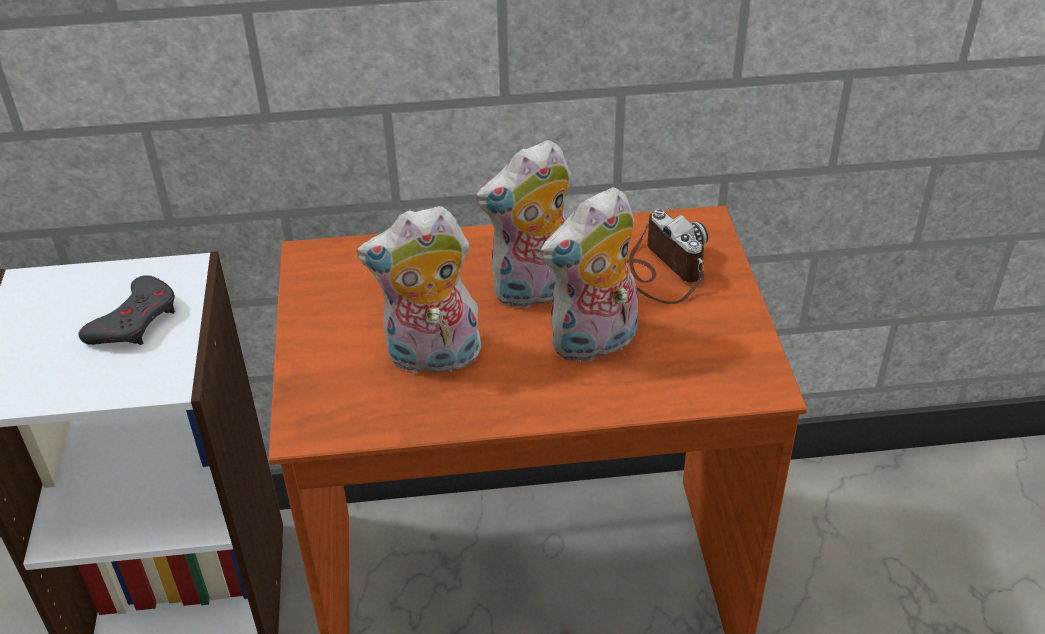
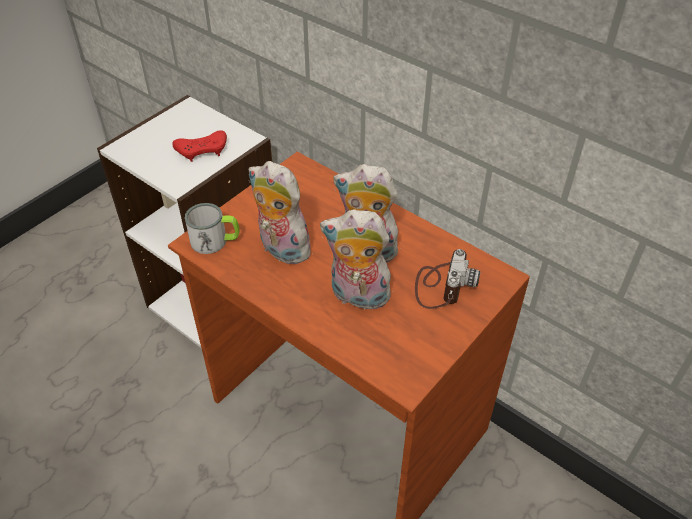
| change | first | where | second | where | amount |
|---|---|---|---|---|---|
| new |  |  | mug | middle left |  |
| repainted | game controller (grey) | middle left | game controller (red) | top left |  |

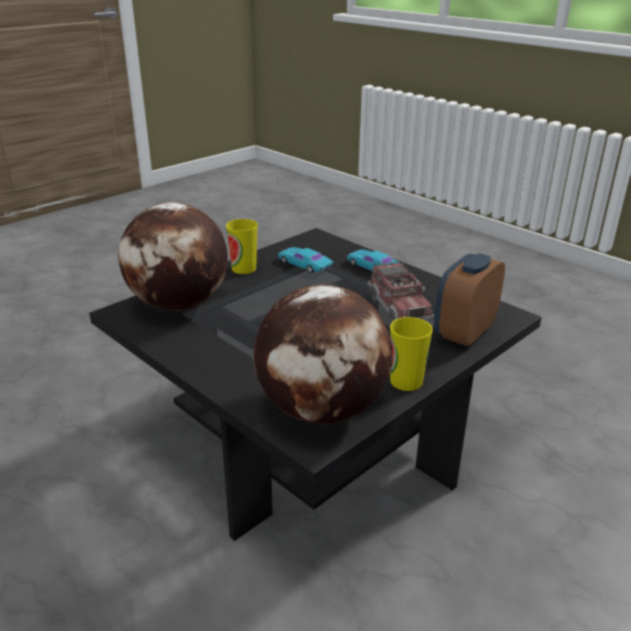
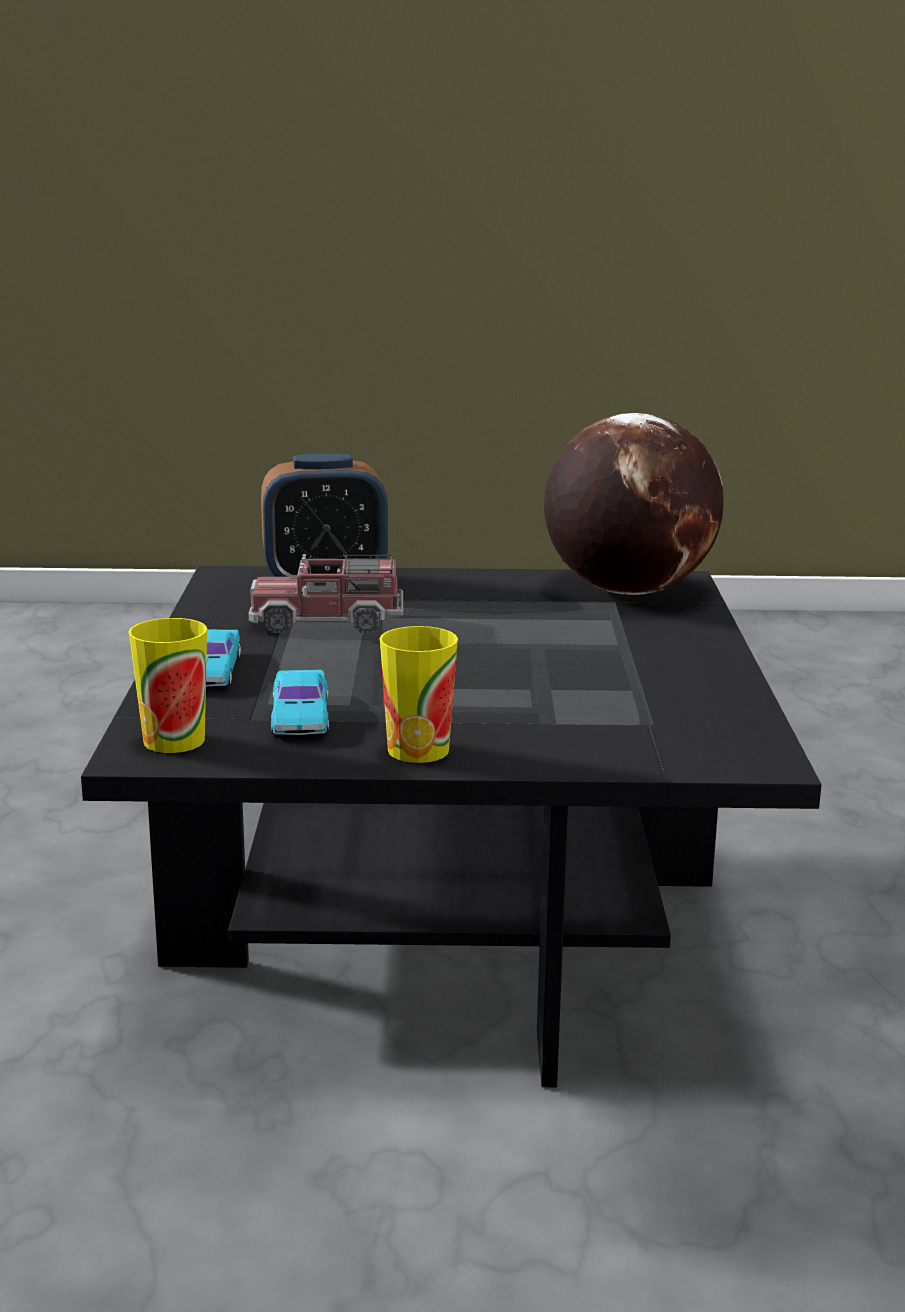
| change | first | where | second | where | amount |
|---|---|---|---|---|---|
| gone | globe (no. 1 from left) | middle left |  |  |  |
| shifted | cup (no. 2 from left in the first image) | centre | cup (no. 1 from left) | middle left |  |
| rotated | toy truck | centre |  | centre | 120 degrees counterclockwise |

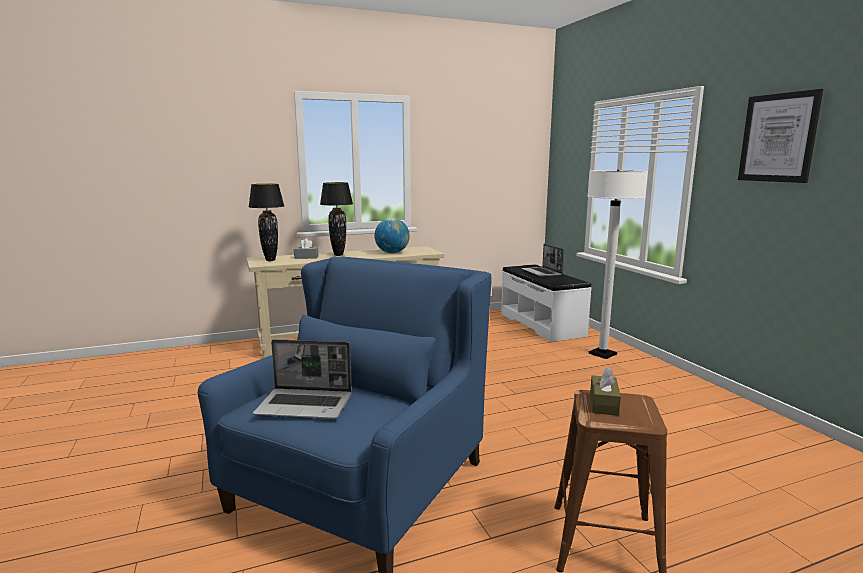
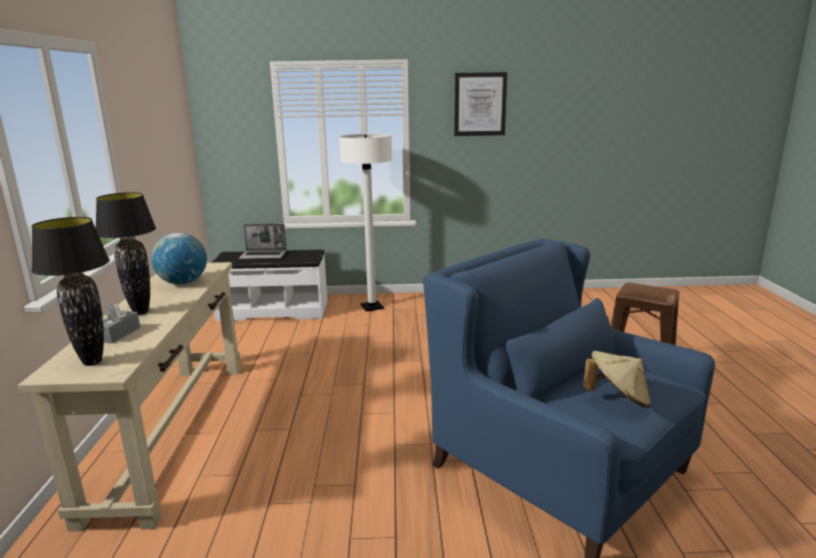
| change | first | where | second | where | amount |
|---|---|---|---|---|---|
| gone | tissue box (brown) | bottom right |  |  |  |
| swapped | laptop (no. 1 from left) | centre | hat (beige) | bottom right |  |

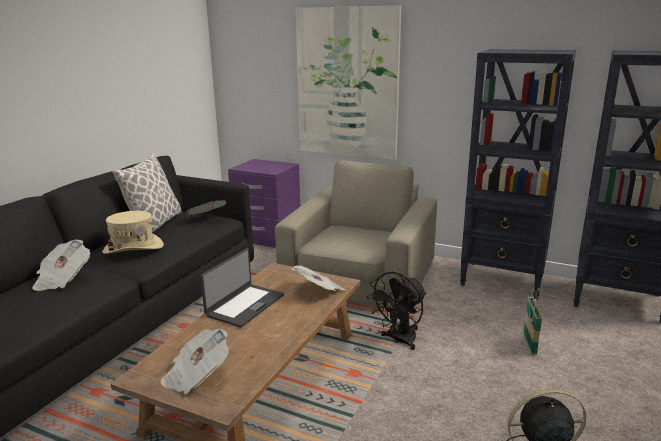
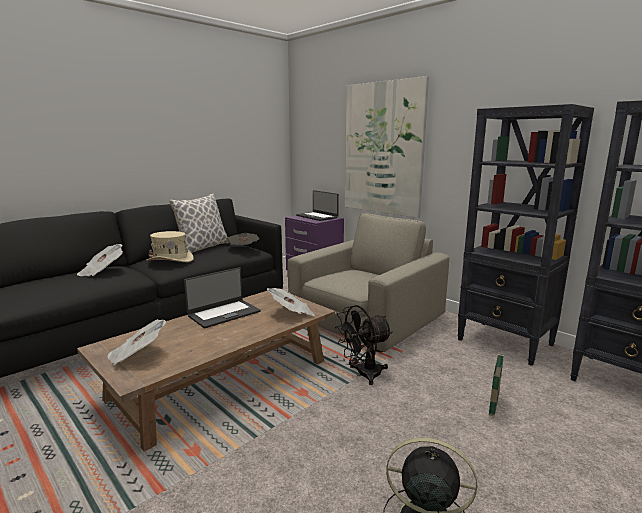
| change | first | where | second | where | amount |
|---|---|---|---|---|---|
| new |  |  | laptop (no. 2 from left) | centre |  |

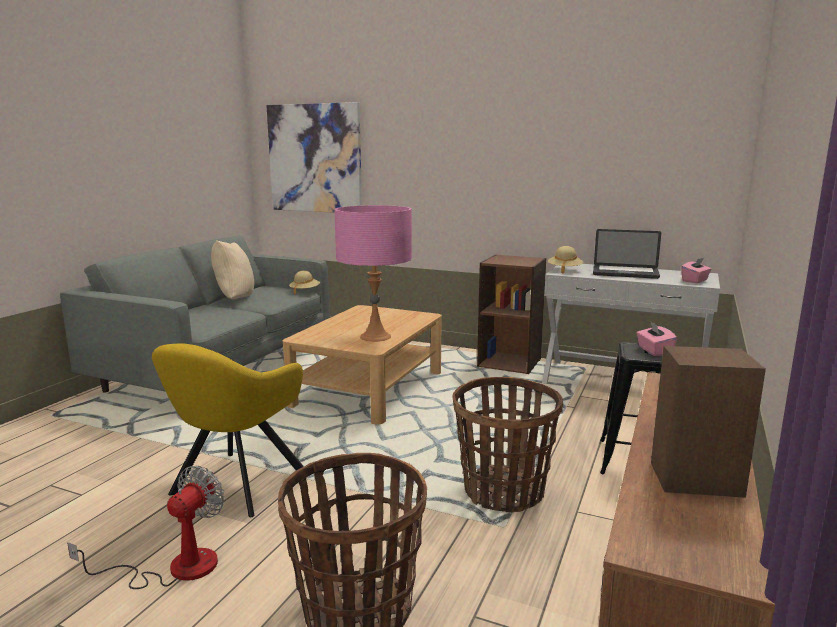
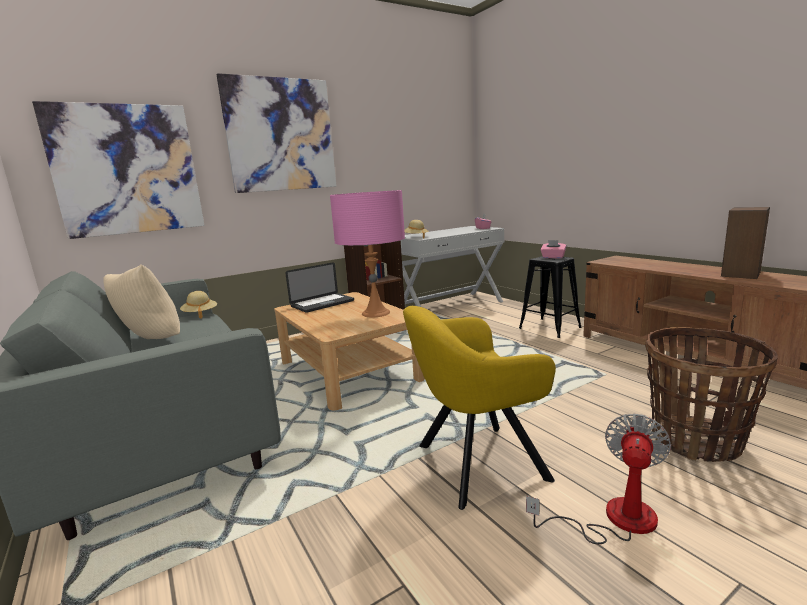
| change | first | where | second | where | amount |
|---|---|---|---|---|---|
| gone | basket (no. 2 from left) | bottom centre |  |  |  |
| new |  |  | picture (no. 2 from left) | top centre |  |
| shifted | laptop | middle right |  | centre |  |
| rotated | fan | bottom left |  | bottom right | 60 degrees clockwise |
| rotated | armchair (yellow) | bottom left |  | bottom centre | 105 degrees clockwise |

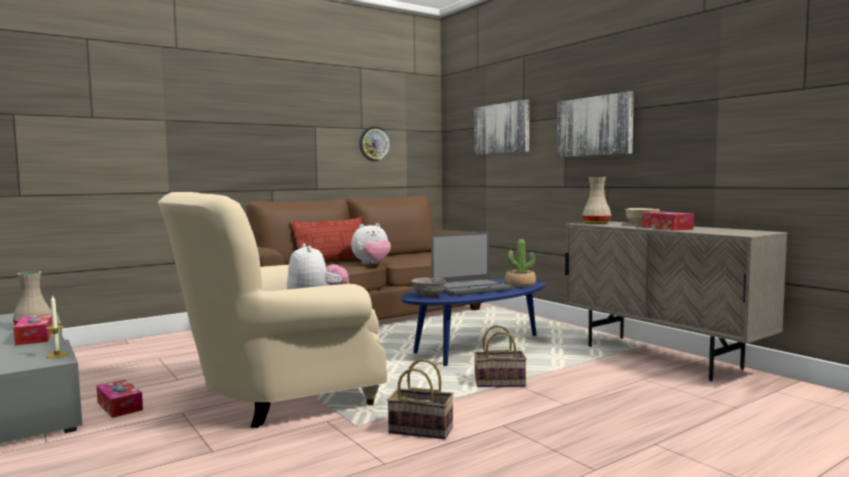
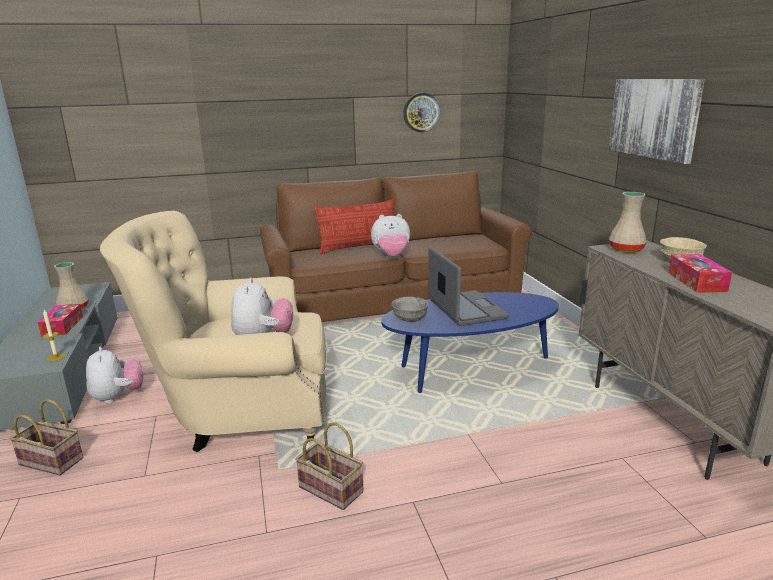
| change | first | where | second | where | amount |
|---|---|---|---|---|---|
| gone | picture (no. 1 from left) | top centre |  |  |  |
| gone | potted plant | centre |  |  |  |
| shifted | basket (no. 2 from left in the first image) | bottom centre | basket (no. 1 from left) | bottom left |  |
| swapped | tissue box (no. 2 from left) | bottom left | plush toy (no. 1 from left) | middle left |  |
| rotated | laptop | centre |  | centre | 105 degrees counterclockwise |

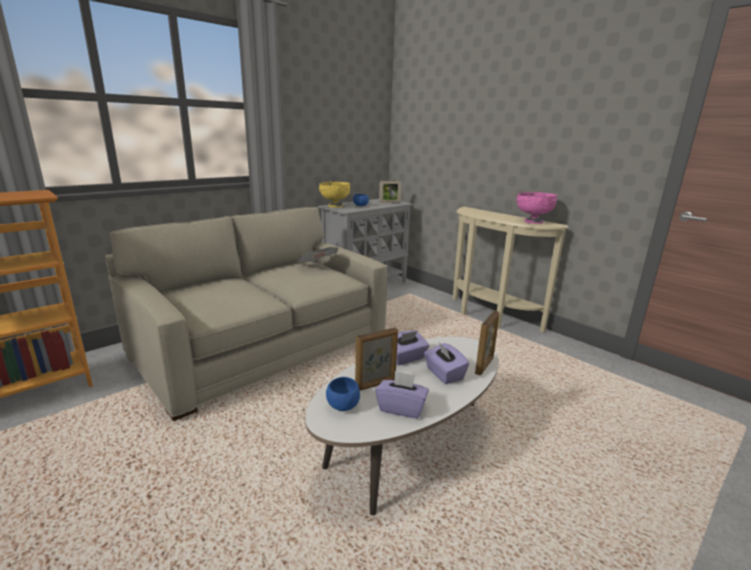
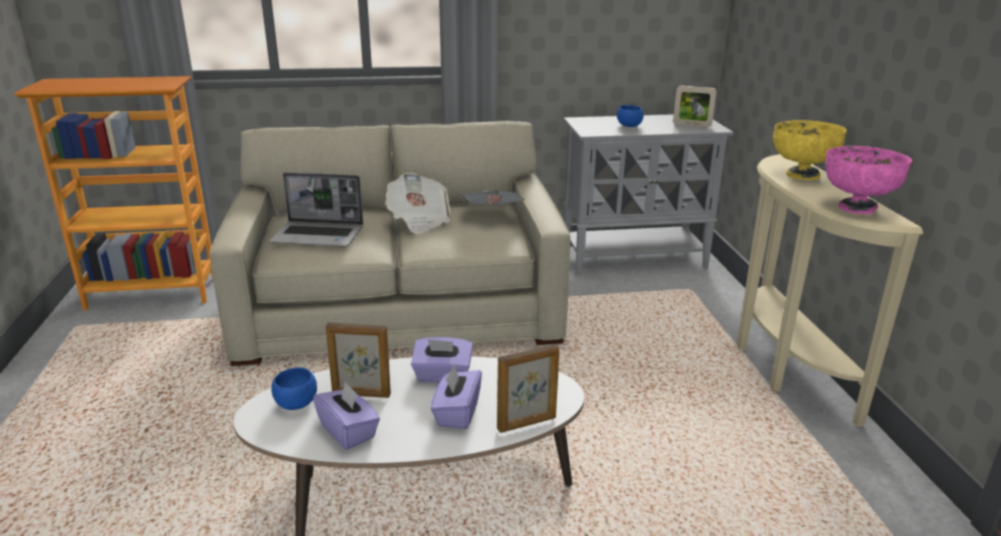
| change | first | where | second | where | amount |
|---|---|---|---|---|---|
| new |  |  | laptop | middle left |  |
| new |  |  | newspaper (no. 1 from left) | centre |  |
| shifted | bowl (yellow) | centre |  | top right |  |

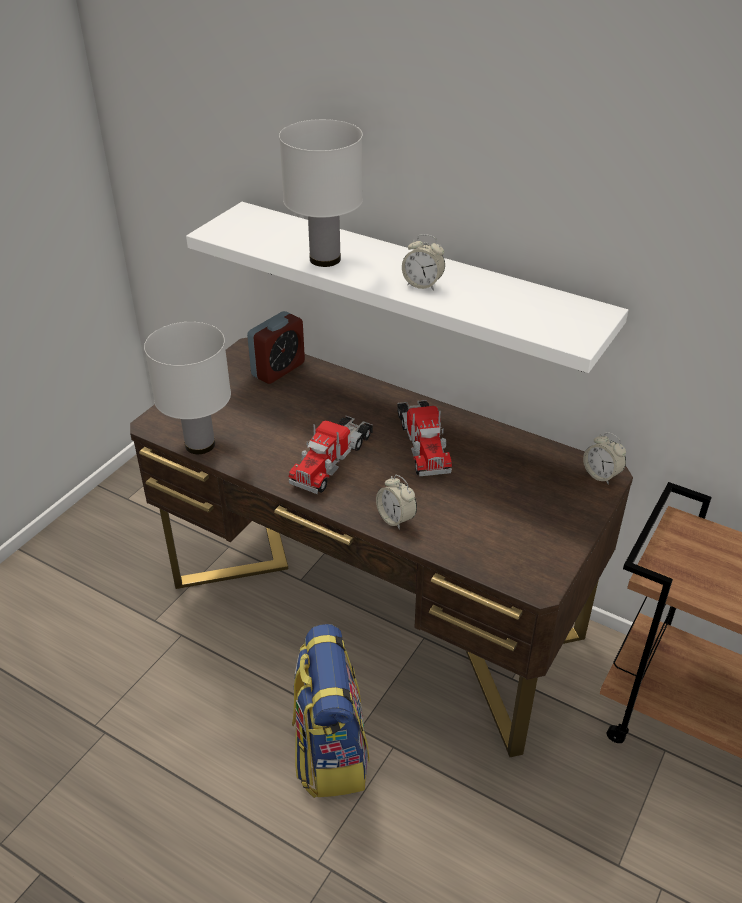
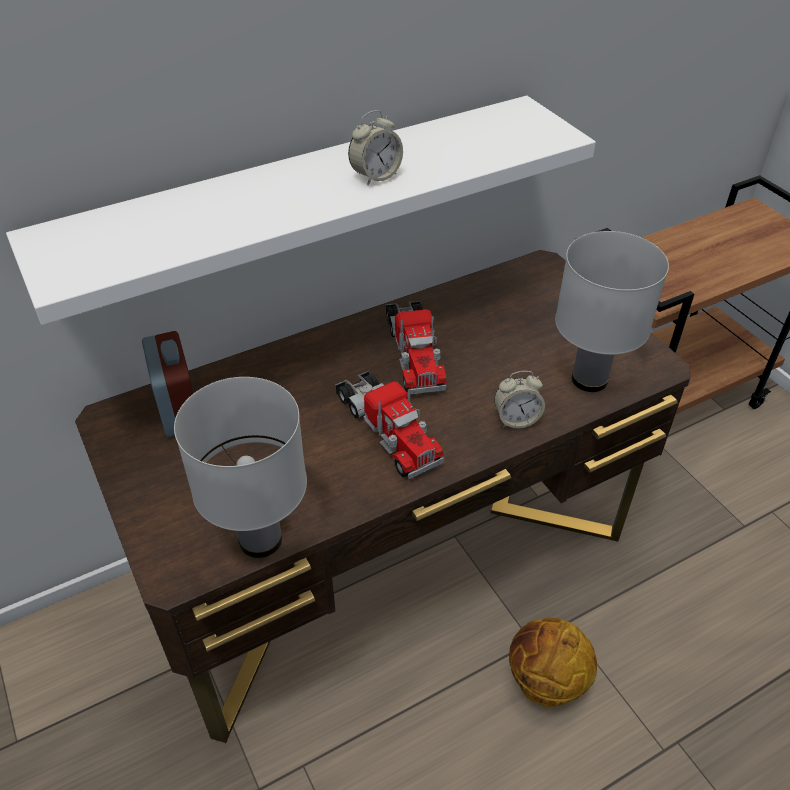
| change | first | where | second | where | amount |
|---|---|---|---|---|---|
| gone | alarm clock (no. 4 from left) | middle right |  |  |  |
| shifted | table lamp (white) (no. 2 from left) | top centre |  | middle right |  |
| swapped | backpack | bottom centre | basketball | bottom right |  |
| rotated | toy truck (no. 2 from left) | centre |  | centre | 60 degrees clockwise |

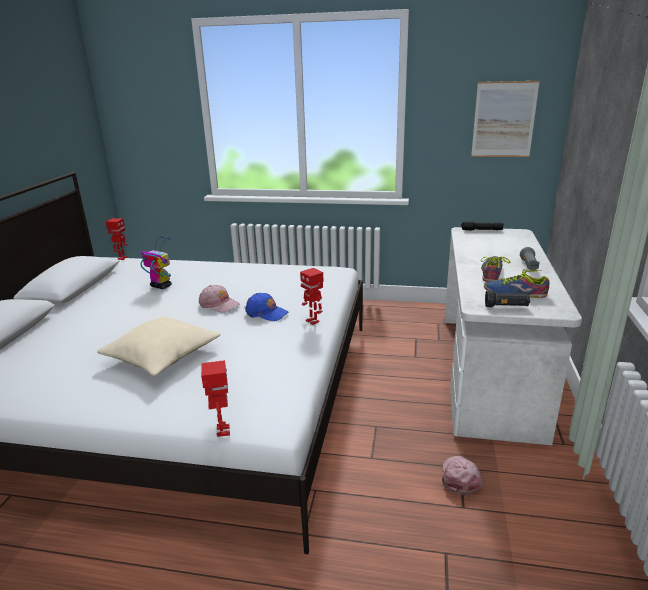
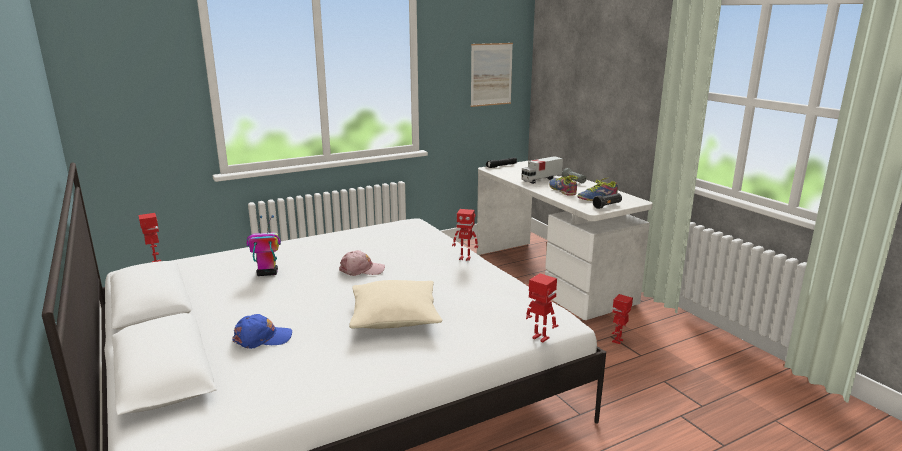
| change | first | where | second | where | amount |
|---|---|---|---|---|---|
| new |  |  | toy truck | centre |  |
| shifted | cap (blue) | centre |  | bottom left |  |
| swapped | cap (pink) (no. 2 from left) | bottom right | toy robot (no. 5 from left) | bottom right |  |

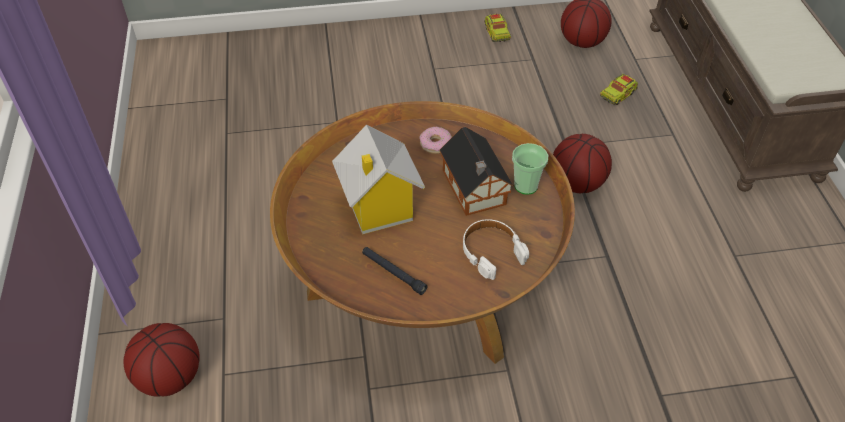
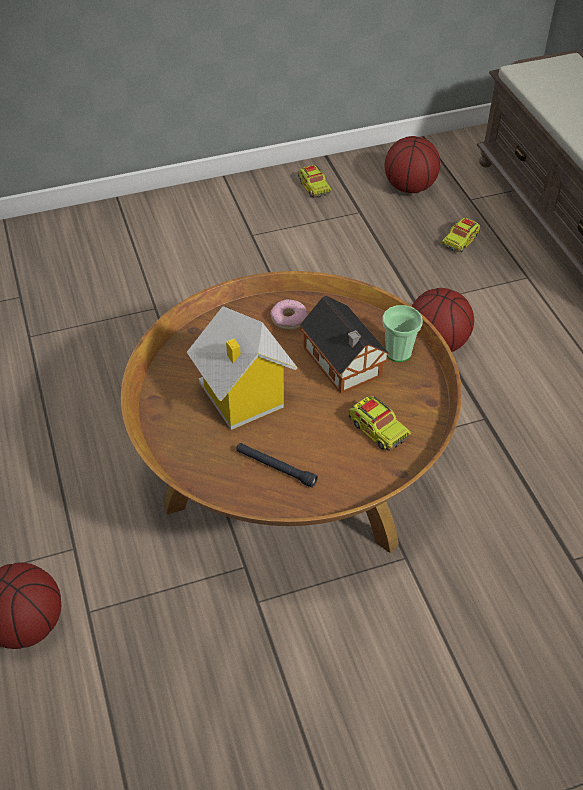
| change | first | where | second | where | amount |
|---|---|---|---|---|---|
| swapped | headphones (white) | centre | toy truck (no. 2 from left) | centre |  |

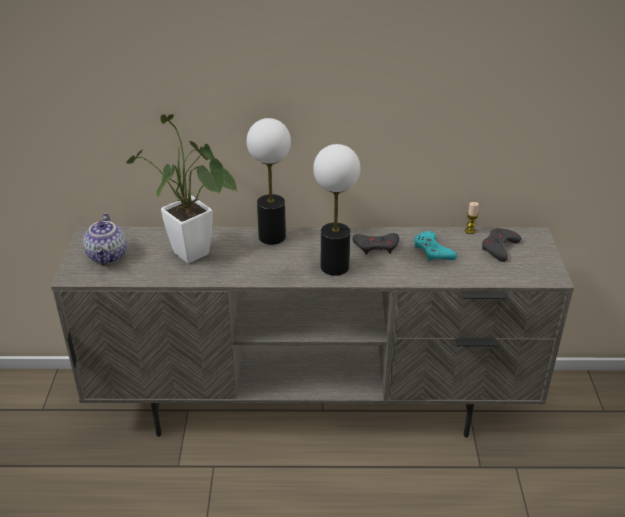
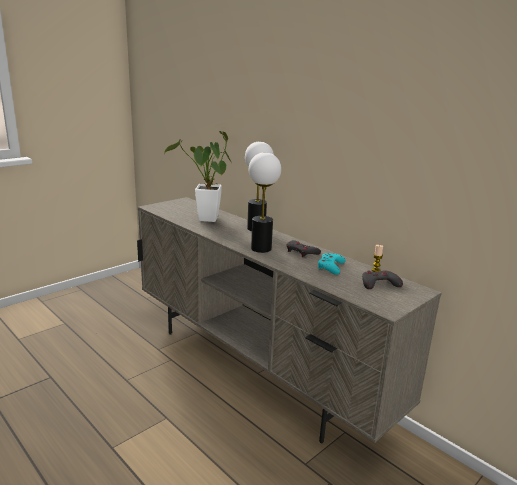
| change | first | where | second | where | amount |
|---|---|---|---|---|---|
| gone | teapot | middle left |  |  |  |

